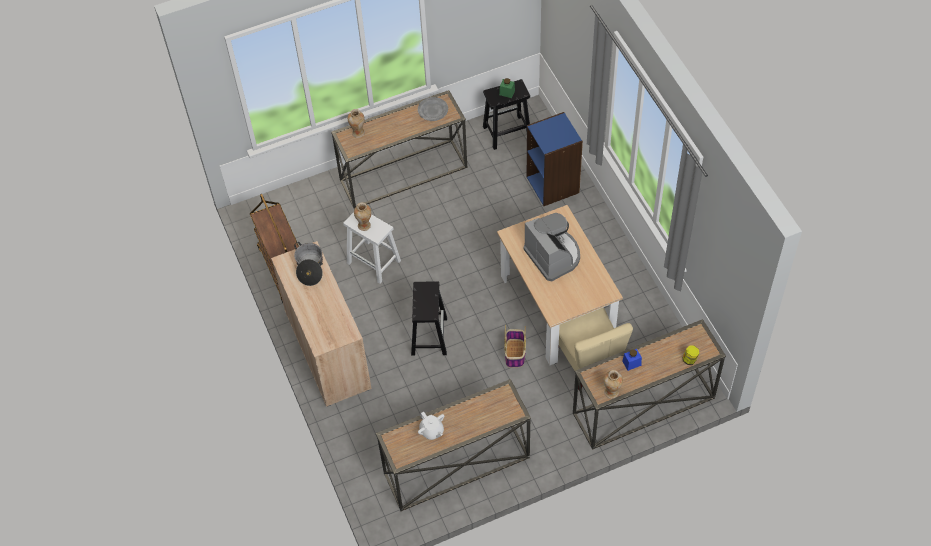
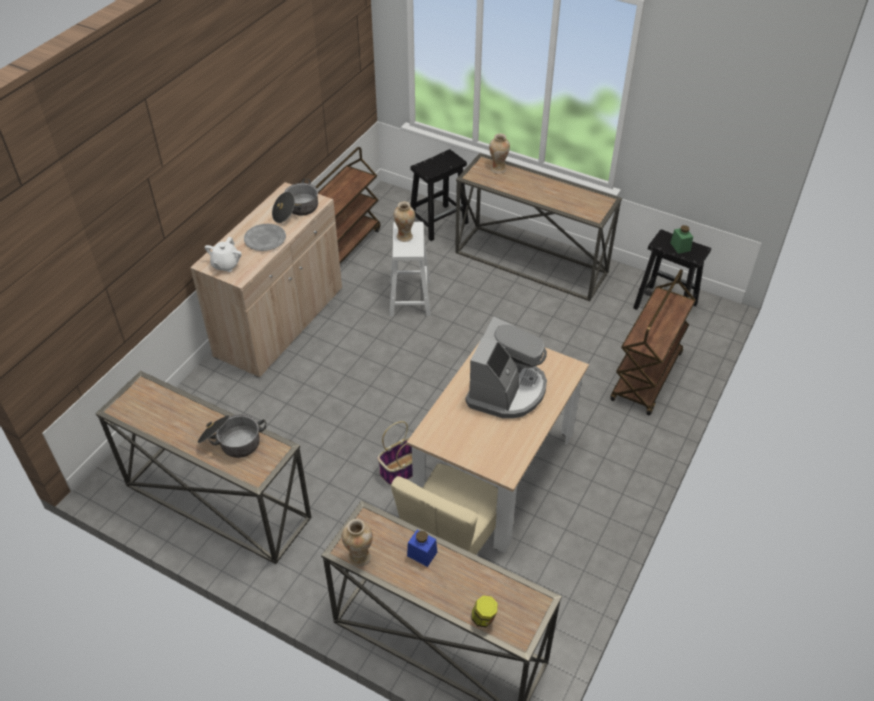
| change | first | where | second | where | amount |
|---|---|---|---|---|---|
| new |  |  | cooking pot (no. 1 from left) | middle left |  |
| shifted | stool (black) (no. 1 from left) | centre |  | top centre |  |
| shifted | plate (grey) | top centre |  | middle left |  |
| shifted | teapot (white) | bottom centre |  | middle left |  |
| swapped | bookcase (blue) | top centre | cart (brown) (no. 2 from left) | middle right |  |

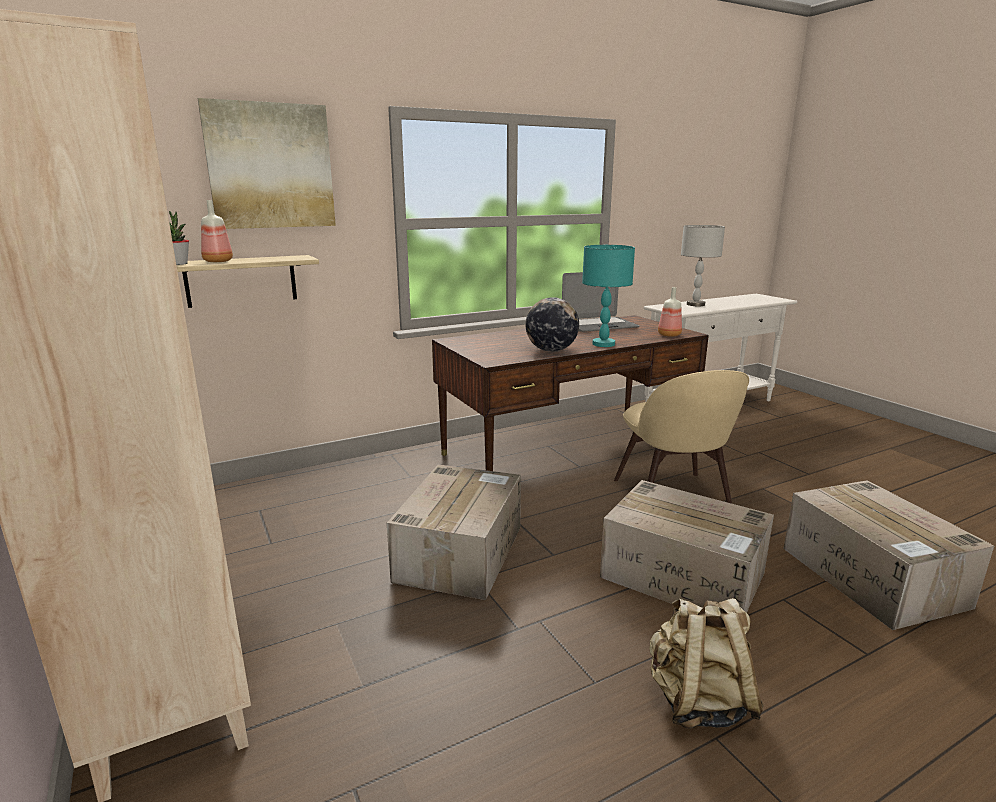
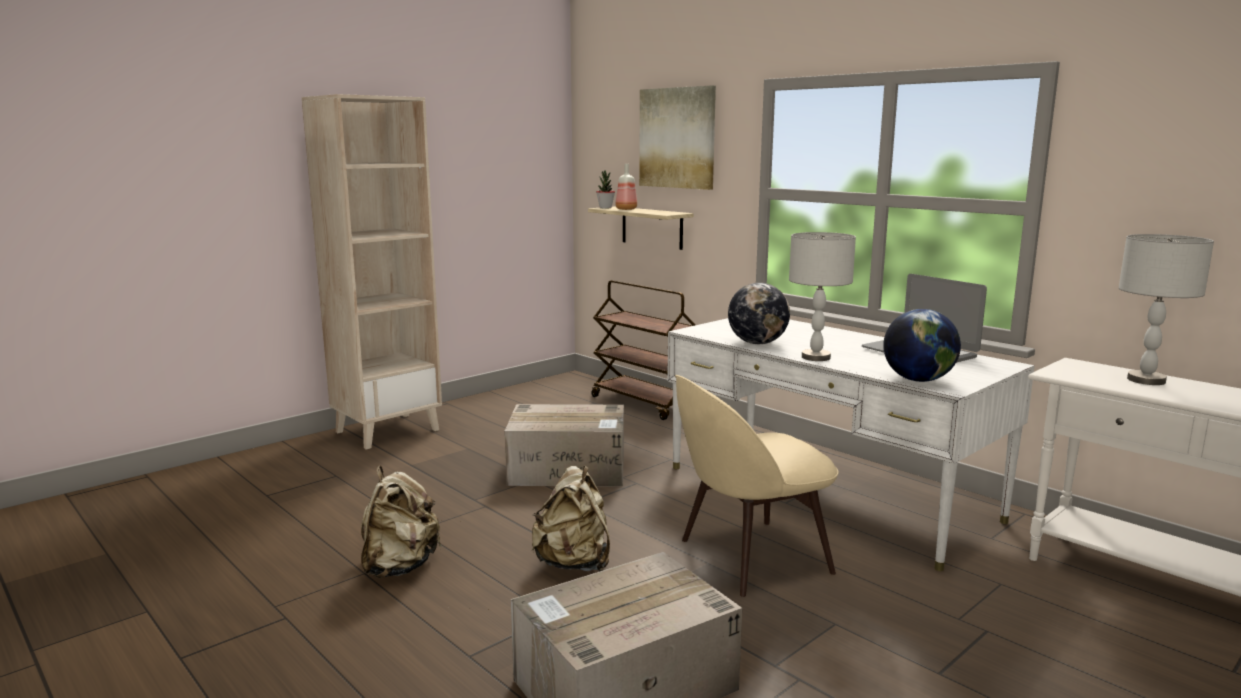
| change | first | where | second | where | amount |
|---|---|---|---|---|---|
| new |  |  | cart (brown) | centre |  |
| swapped | cardboard box (no. 2 from left) | bottom right | backpack (beige) (no. 2 from left) | bottom centre |  |
| swapped | bottle (no. 2 from left) | middle right | globe (no. 2 from left) | middle right |  |
| repainted | desk (brown) | centre | desk (white) | middle right |  |
| repainted | table lamp (turquoise) | centre | table lamp (grey) (no. 1 from left) | centre |  |

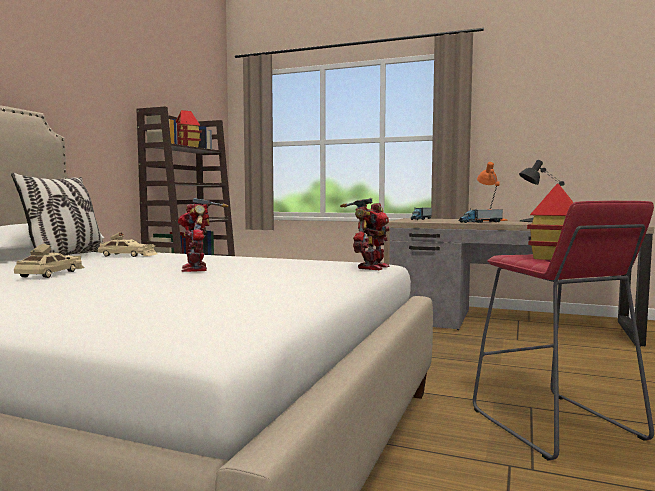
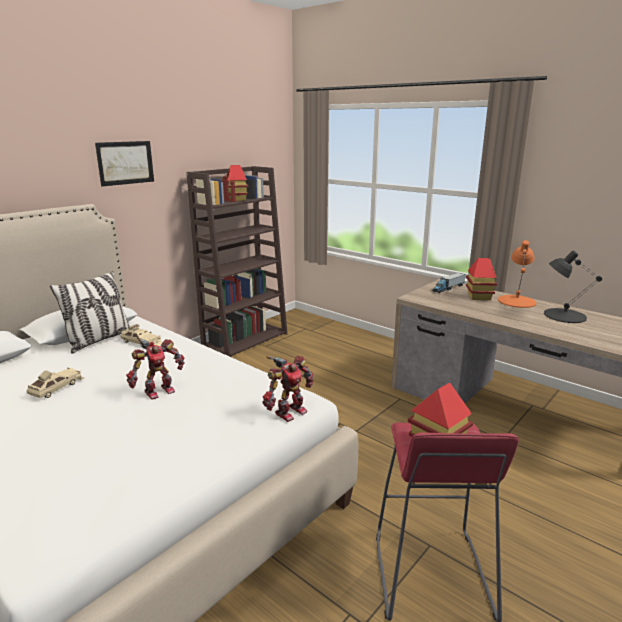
| change | first | where | second | where | amount |
|---|---|---|---|---|---|
| gone | toy truck (no. 2 from left) | middle right |  |  |  |
| new |  |  | picture | top left |  |
| new |  |  | toy house (no. 3 from left) | middle right |  |
| rotated | toy robot (no. 1 from left) | middle left |  | middle left | 135 degrees counterclockwise |

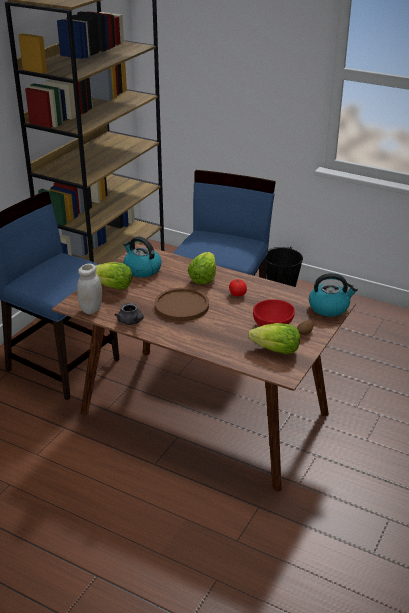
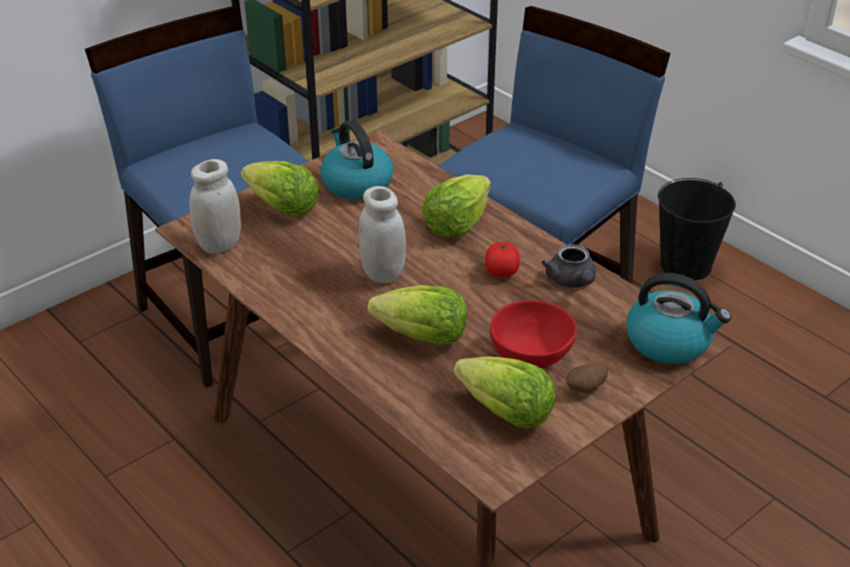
| change | first | where | second | where | amount |
|---|---|---|---|---|---|
| new |  |  | lettuce (no. 2 from left) | centre |  |
| shifted | teapot (grey) | middle left |  | middle right |  |
| swapped | plate (brown) | centre | jar (white) (no. 2 from left) | centre |  |

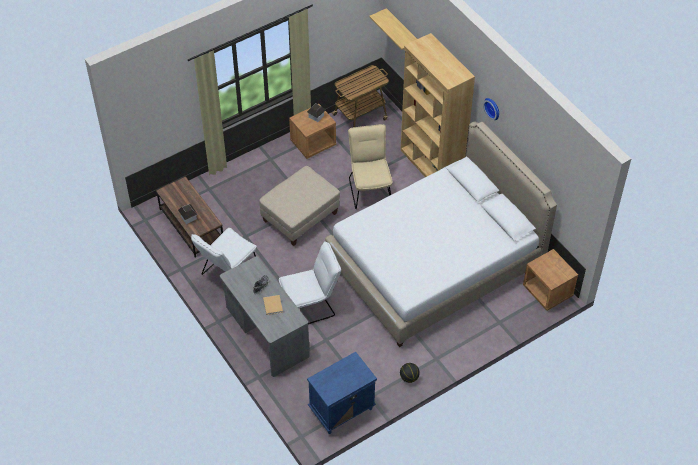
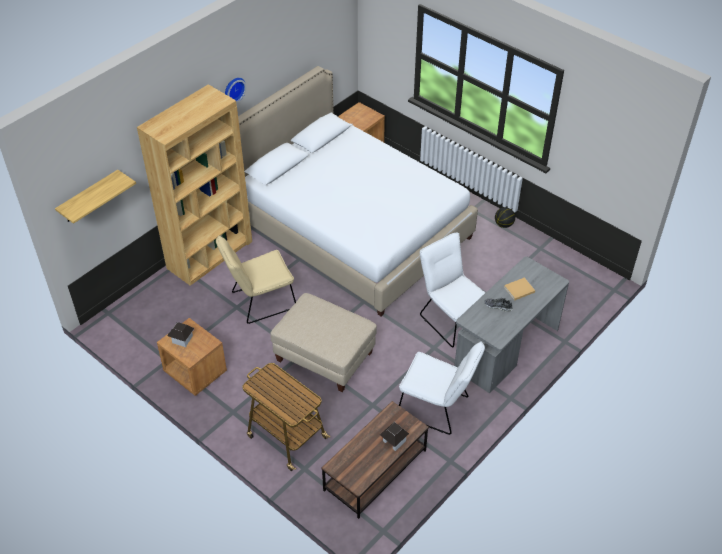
| change | first | where | second | where | amount |
|---|---|---|---|---|---|
| gone | nightstand (blue) | bottom centre |  |  |  |
| shifted | cart | top centre |  | bottom centre |  |

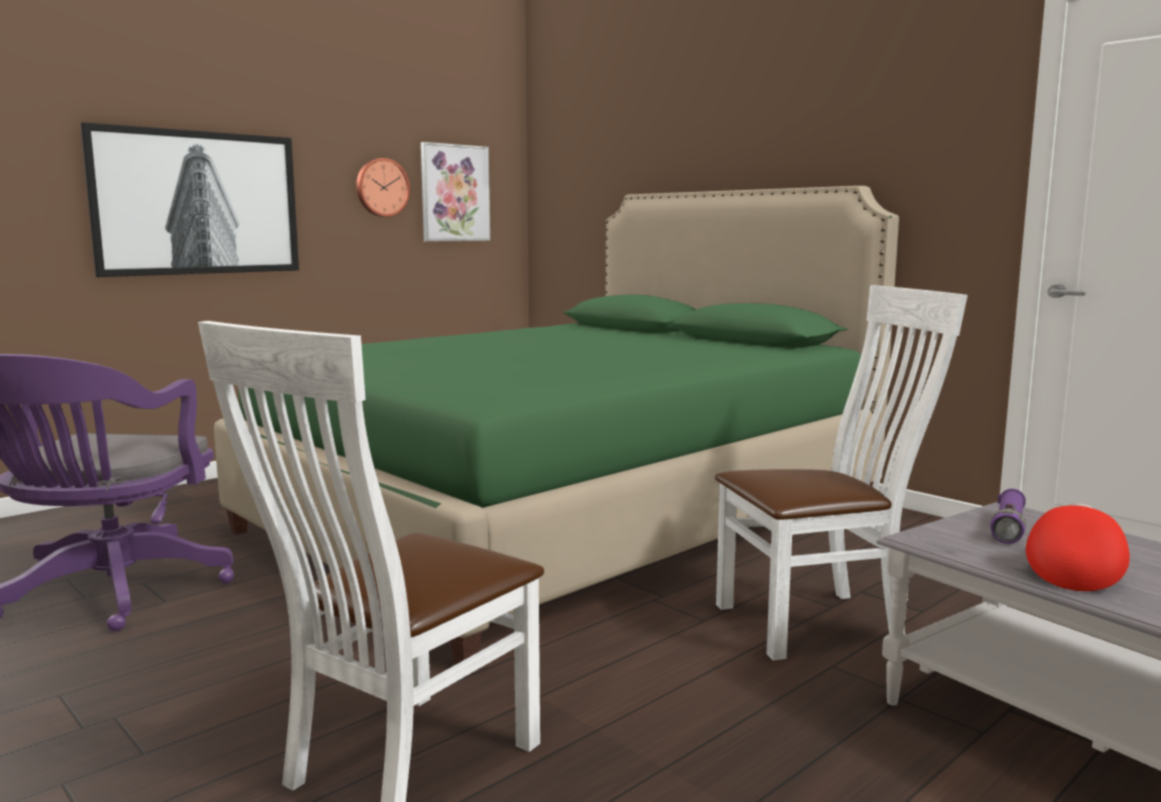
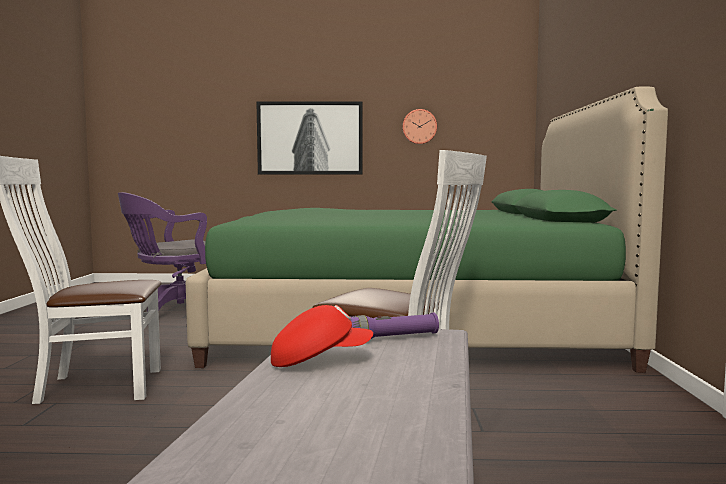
| change | first | where | second | where | amount |
|---|---|---|---|---|---|
| gone | picture (no. 2 from left) | top centre |  |  |  |

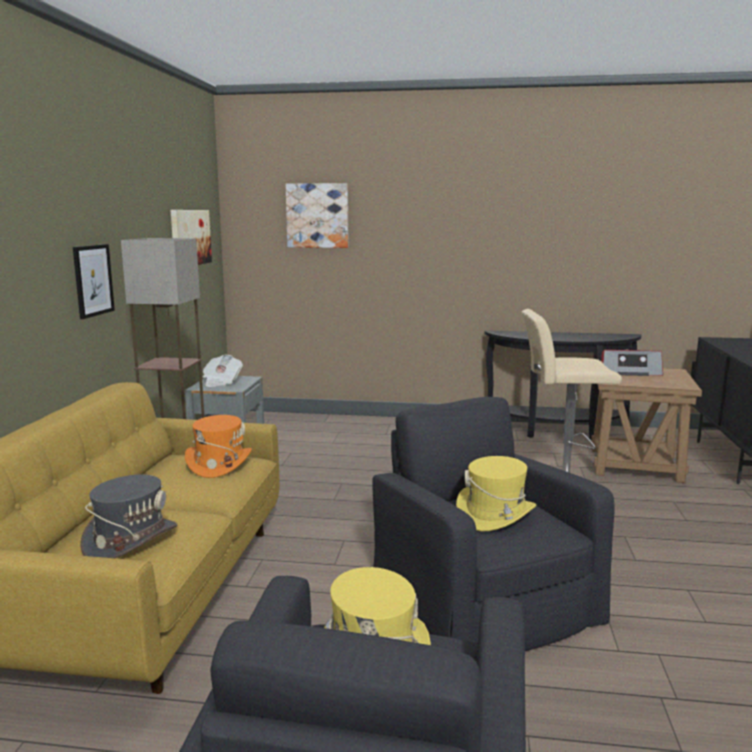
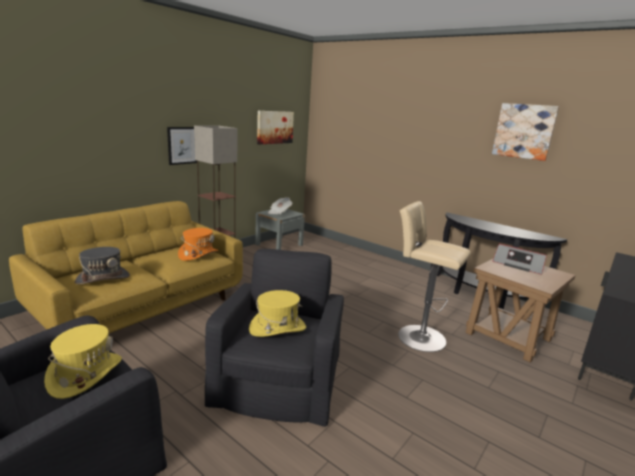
| change | first | where | second | where | amount |
|---|---|---|---|---|---|
| shifted | picture (no. 3 from left) | top centre |  | top right |  |

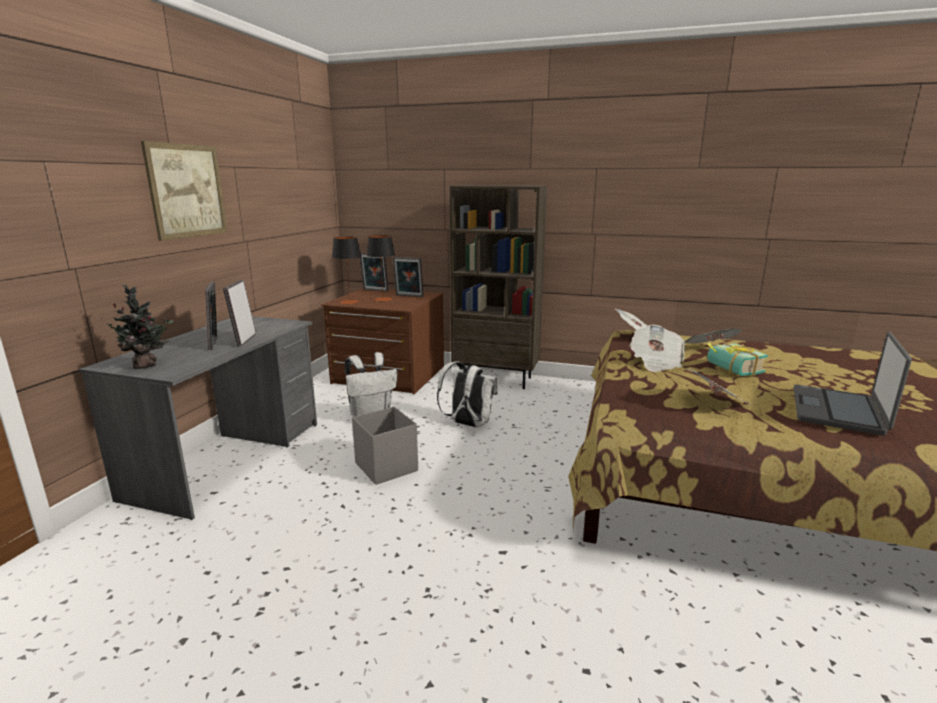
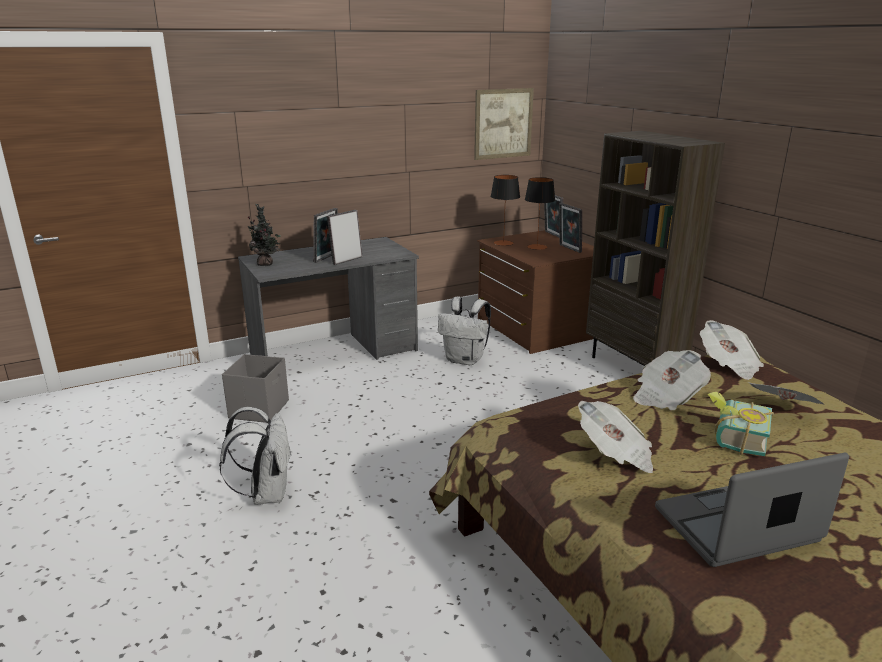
| change | first | where | second | where | amount |
|---|---|---|---|---|---|
| shifted | picture | top left |  | top centre |  |
| shifted | storage box (grey) | centre |  | middle left |  |
| shifted | backpack (white) (no. 2 from left in the first image) | centre | backpack (white) (no. 1 from left) | bottom left |  |

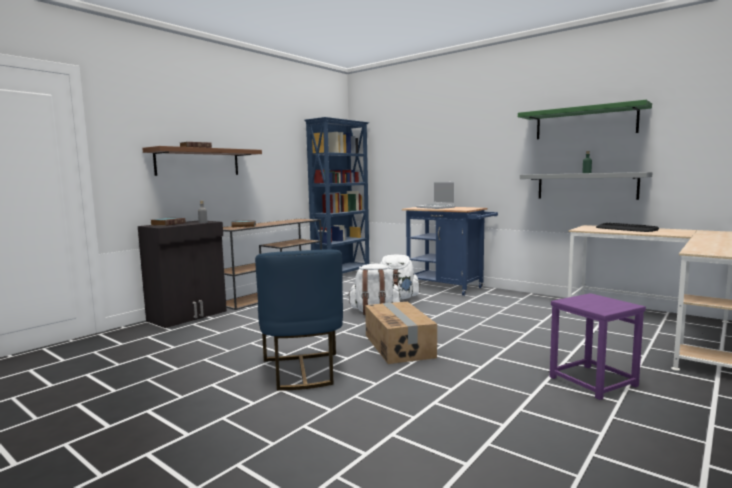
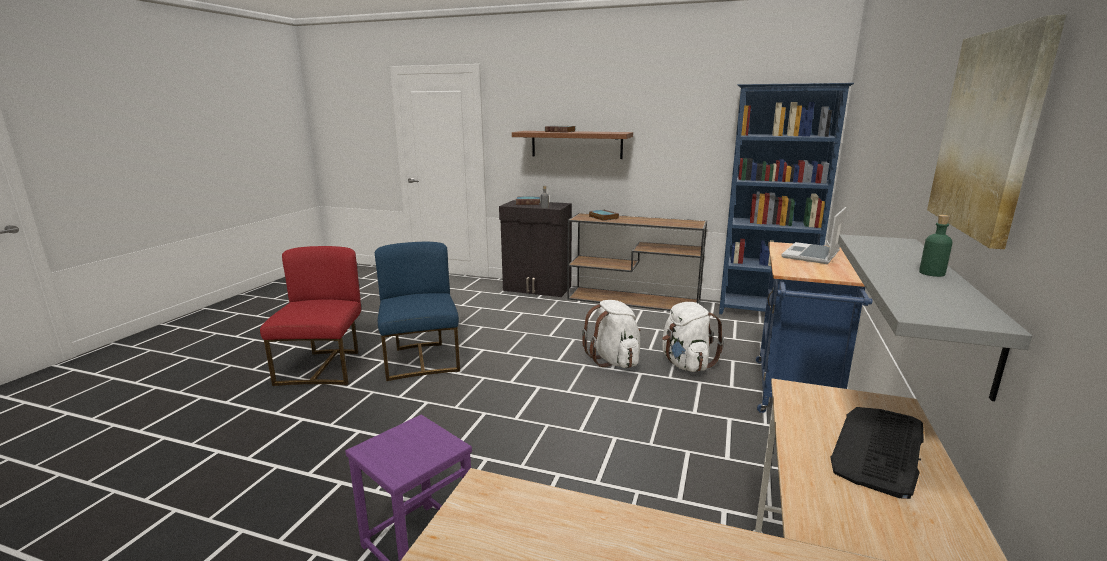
| change | first | where | second | where | amount |
|---|---|---|---|---|---|
| gone | cardboard box | bottom centre |  |  |  |
| new |  |  | chair (red) | middle left |  |
| swapped | shelf (green) | top right | picture | top right |  |
| rotated | chair (blue) | centre |  | centre | 105 degrees clockwise |

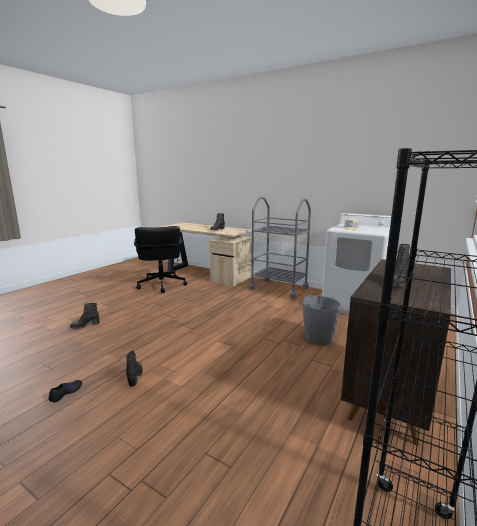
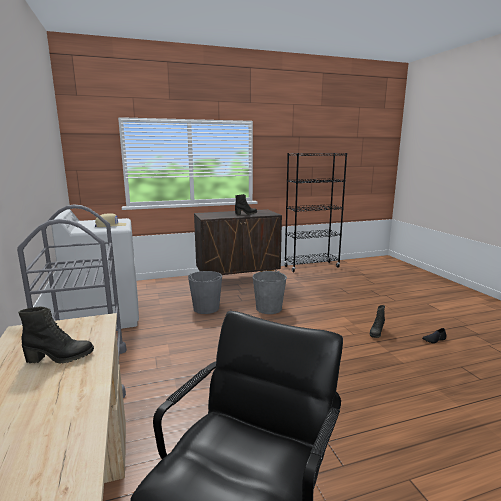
| change | first | where | second | where | amount |
|---|---|---|---|---|---|
| gone | boot (black) (no. 1 from left) | middle left |  |  |  |
| new |  |  | bucket (grey) (no. 2 from left) | centre |  |

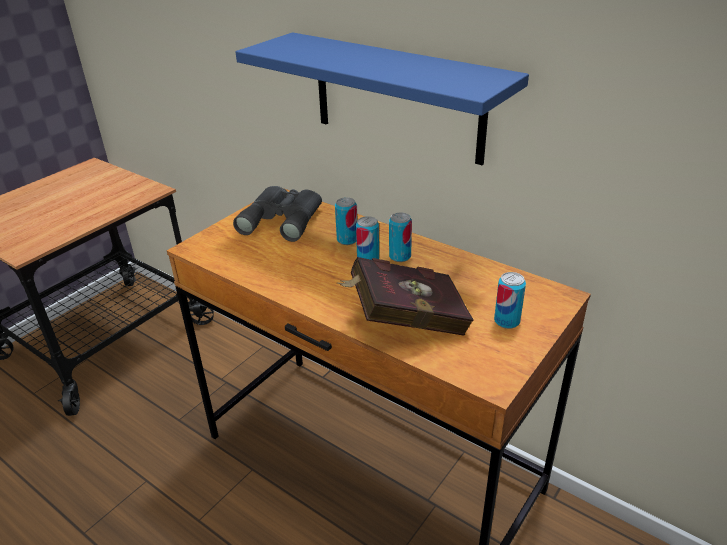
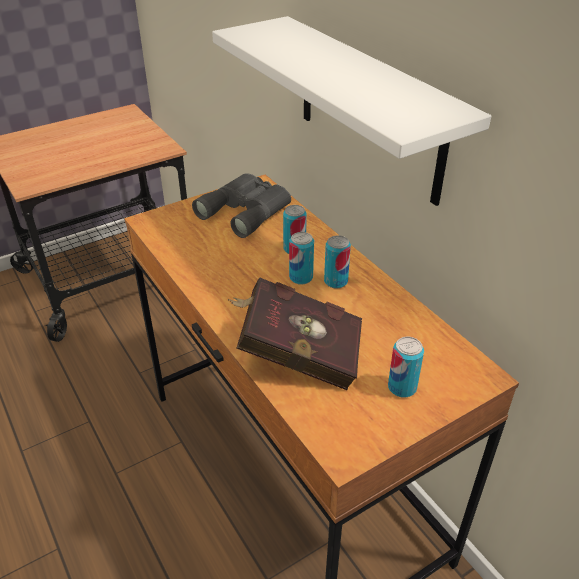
| change | first | where | second | where | amount |
|---|---|---|---|---|---|
| repainted | shelf (blue) | top centre | shelf (white) | top centre |  |

